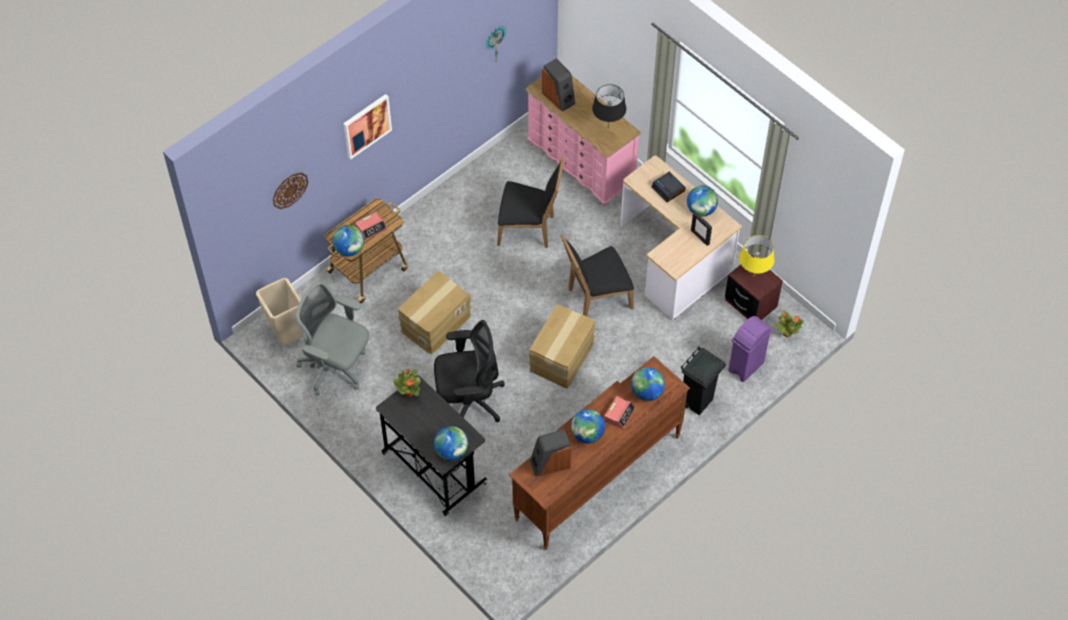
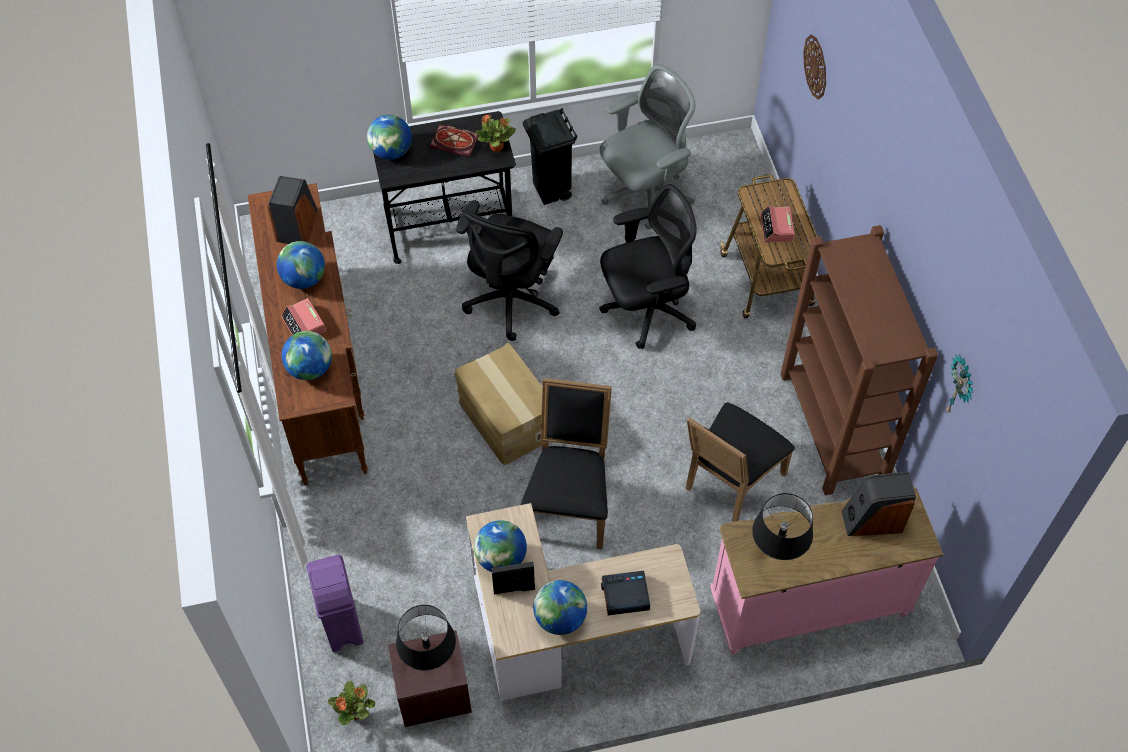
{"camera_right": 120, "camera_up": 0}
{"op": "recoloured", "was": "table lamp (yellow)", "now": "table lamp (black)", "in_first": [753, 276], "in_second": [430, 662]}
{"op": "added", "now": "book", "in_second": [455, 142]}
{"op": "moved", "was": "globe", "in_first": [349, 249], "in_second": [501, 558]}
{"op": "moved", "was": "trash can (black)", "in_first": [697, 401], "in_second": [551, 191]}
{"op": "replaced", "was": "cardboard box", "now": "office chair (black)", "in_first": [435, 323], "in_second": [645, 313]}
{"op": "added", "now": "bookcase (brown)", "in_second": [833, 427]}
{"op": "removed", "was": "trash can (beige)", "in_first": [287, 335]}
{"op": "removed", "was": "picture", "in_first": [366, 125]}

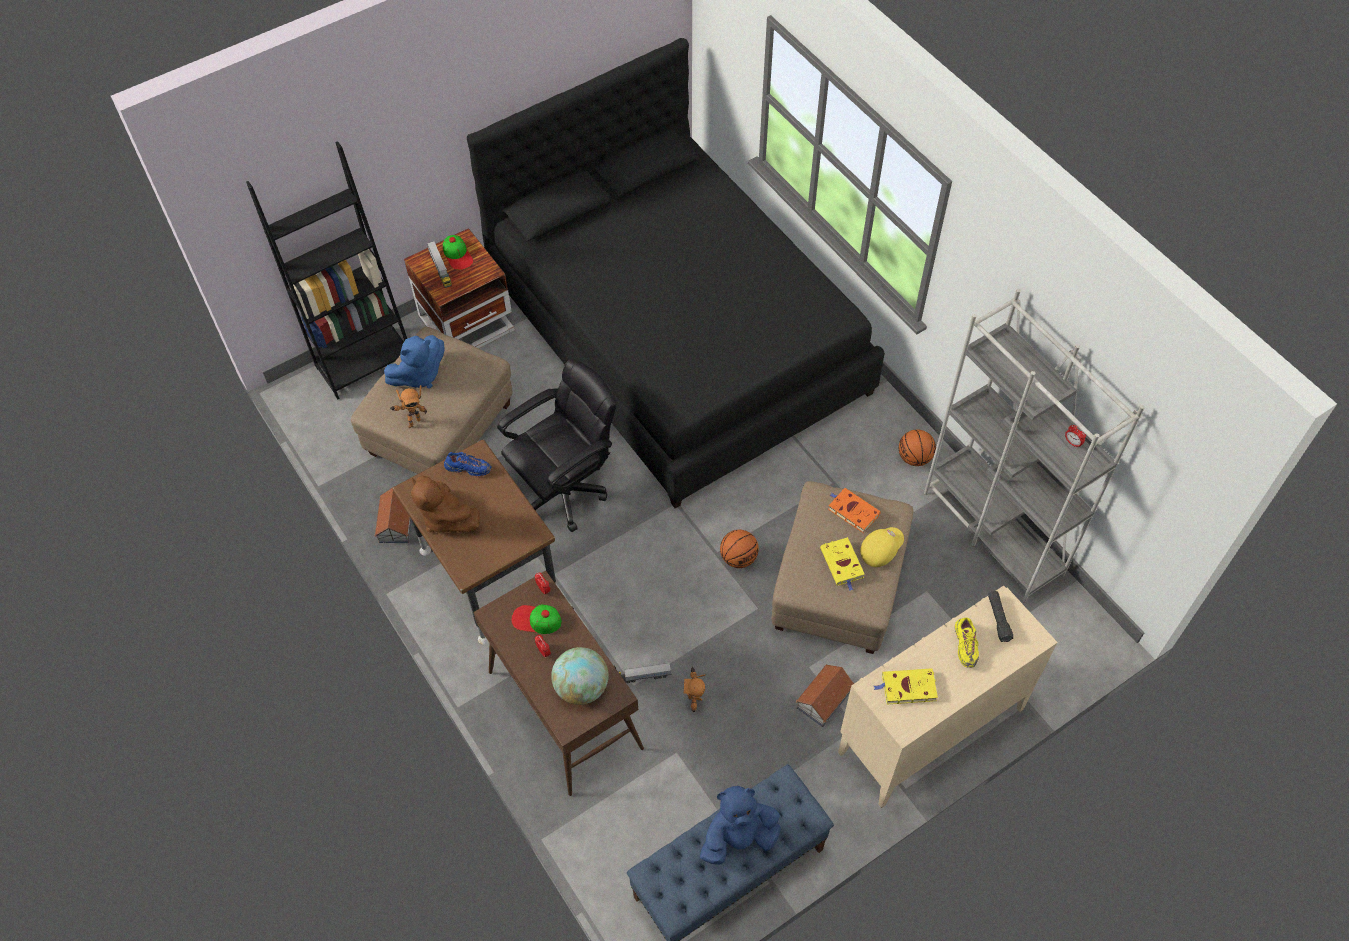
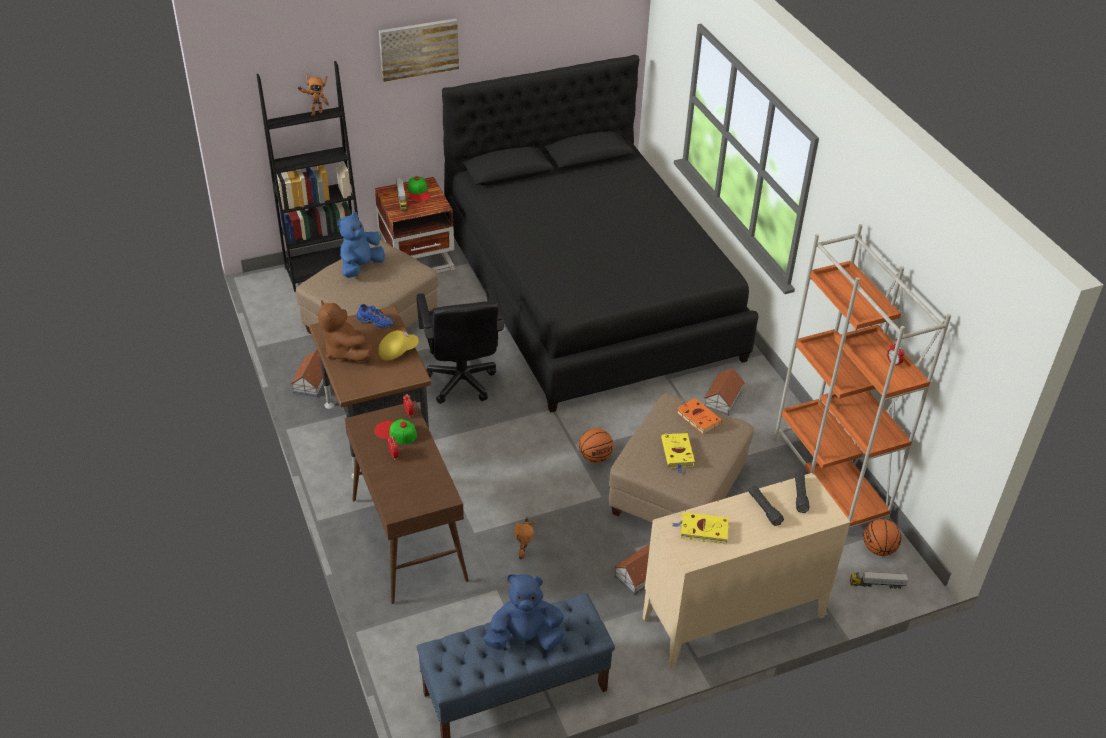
{"camera_right": 10, "camera_up": -15}
{"op": "moved", "was": "toy robot", "in_first": [413, 422], "in_second": [315, 113]}
{"op": "turned", "was": "plush toy (blue)", "in_first": [419, 375], "in_second": [360, 267], "clockwise": 150}
{"op": "added", "now": "picture", "in_second": [418, 49]}
{"op": "moved", "was": "cap (yellow)", "in_first": [880, 550], "in_second": [397, 351]}
{"op": "turned", "was": "office chair (black)", "in_first": [568, 492], "in_second": [462, 385], "clockwise": 105}
{"op": "added", "now": "toy house", "in_second": [722, 399]}
{"op": "replaced", "was": "shoe (yellow)", "now": "flashlight (black)", "in_first": [965, 646], "in_second": [764, 509]}
{"op": "recoloured", "was": "bookcase (grey)", "now": "bookcase (orange)", "in_first": [993, 534], "in_second": [829, 479]}
{"op": "moved", "was": "toy truck", "in_first": [641, 677], "in_second": [877, 584]}
{"op": "moved", "was": "basketball", "in_first": [914, 458], "in_second": [878, 549]}
{"op": "removed", "was": "globe", "in_first": [581, 687]}

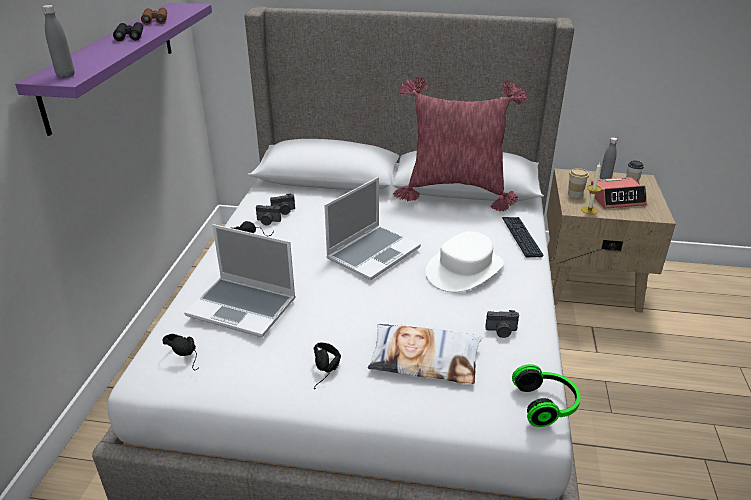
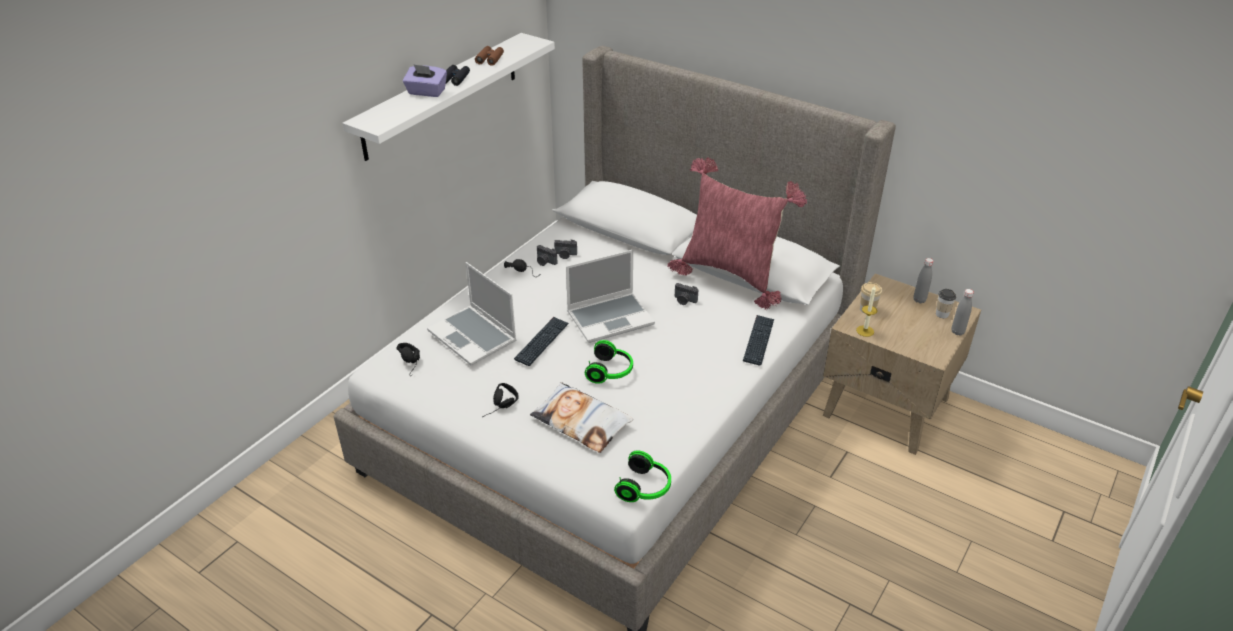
{"camera_right": 25, "camera_up": 5}
{"op": "recoloured", "was": "shelf (purple)", "now": "shelf (white)", "in_first": [112, 62], "in_second": [442, 95]}
{"op": "added", "now": "tissue box (purple)", "in_second": [426, 92]}
{"op": "added", "now": "keyboard", "in_second": [542, 342]}
{"op": "added", "now": "headphones", "in_second": [611, 371]}
{"op": "moved", "was": "photo camera", "in_first": [501, 331], "in_second": [684, 300]}
{"op": "moved", "was": "bottle (grey)", "in_first": [66, 75], "in_second": [957, 332]}
{"op": "removed", "was": "hat (white)", "in_first": [465, 270]}
{"op": "removed", "was": "alarm clock", "in_first": [617, 199]}

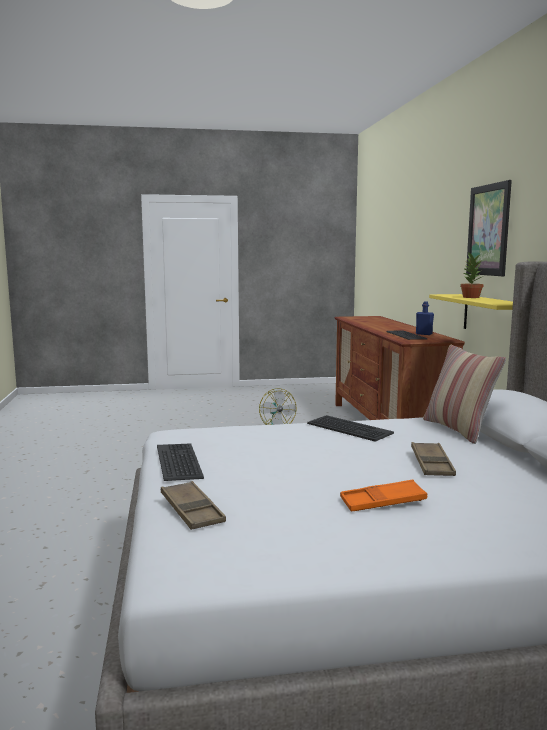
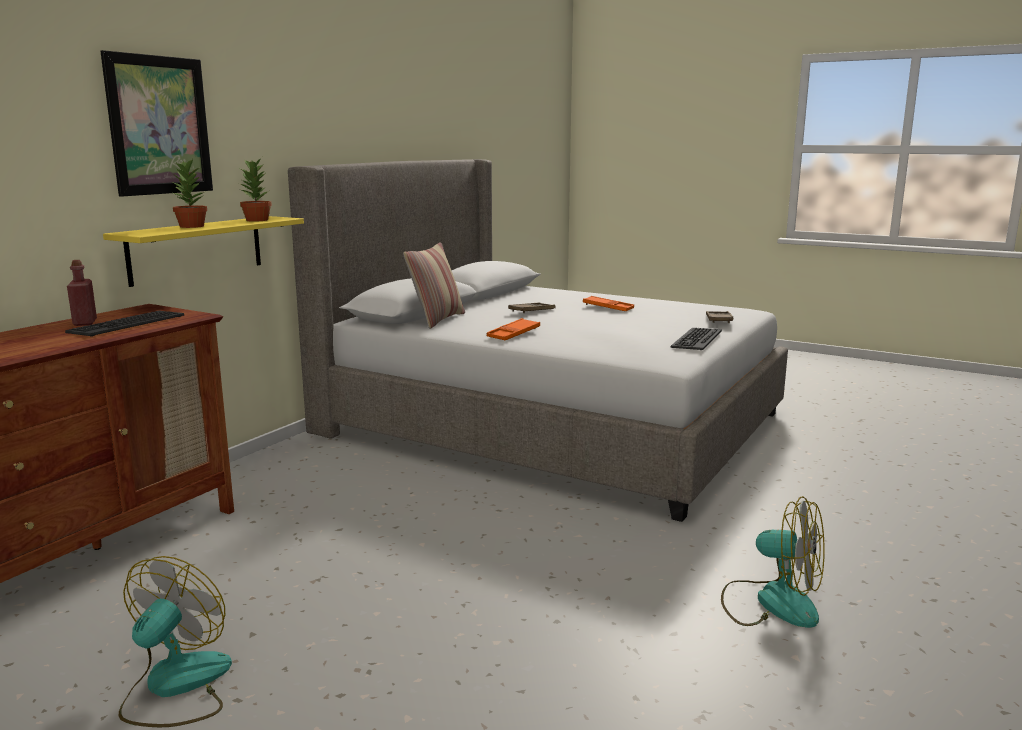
{"camera_right": -140, "camera_up": 5}
{"op": "recoloured", "was": "bottle (blue)", "now": "bottle (red)", "in_first": [424, 334], "in_second": [85, 322]}
{"op": "added", "now": "potted plant", "in_second": [257, 220]}
{"op": "replaced", "was": "keyboard", "now": "tray (orange)", "in_first": [348, 429], "in_second": [513, 334]}
{"op": "added", "now": "fan", "in_second": [771, 602]}

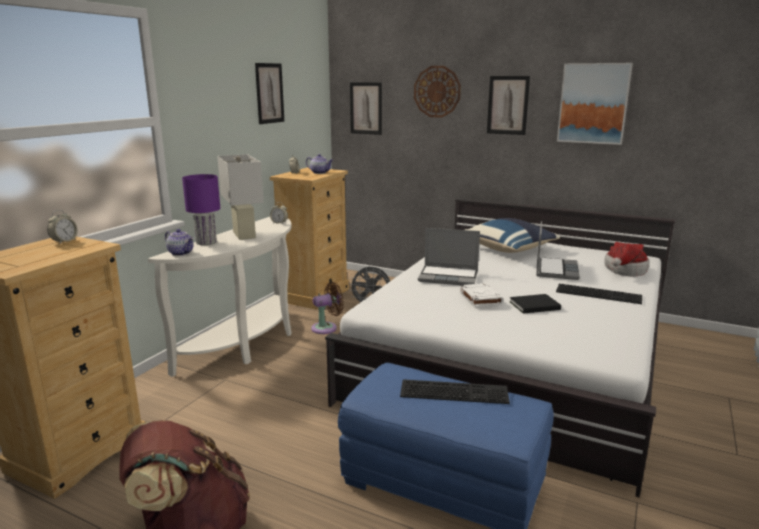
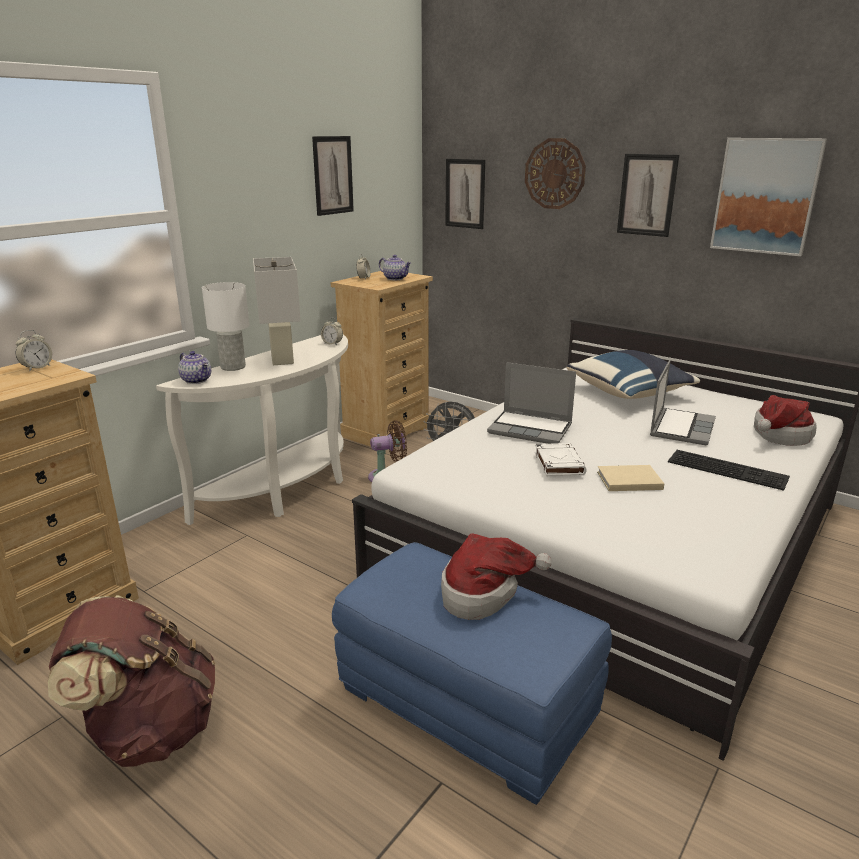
{"camera_right": 10, "camera_up": 5}
{"op": "recoloured", "was": "table lamp (purple)", "now": "table lamp (white)", "in_first": [206, 242], "in_second": [232, 367]}
{"op": "replaced", "was": "keyboard", "now": "hat", "in_first": [455, 391], "in_second": [483, 593]}
{"op": "recoloured", "was": "book (black)", "now": "book (beige)", "in_first": [533, 305], "in_second": [627, 480]}

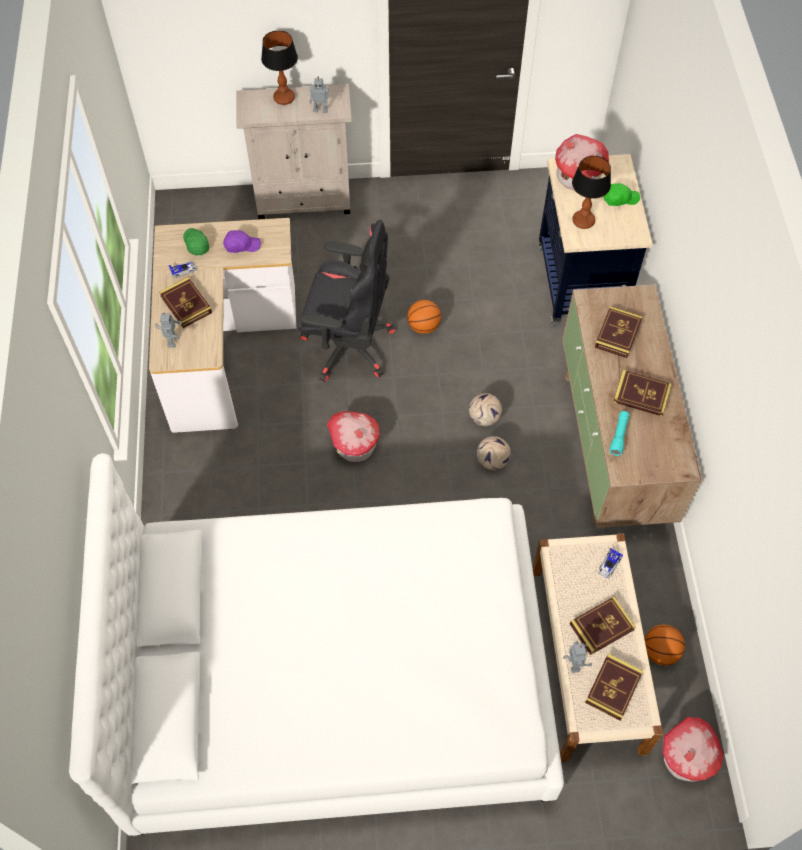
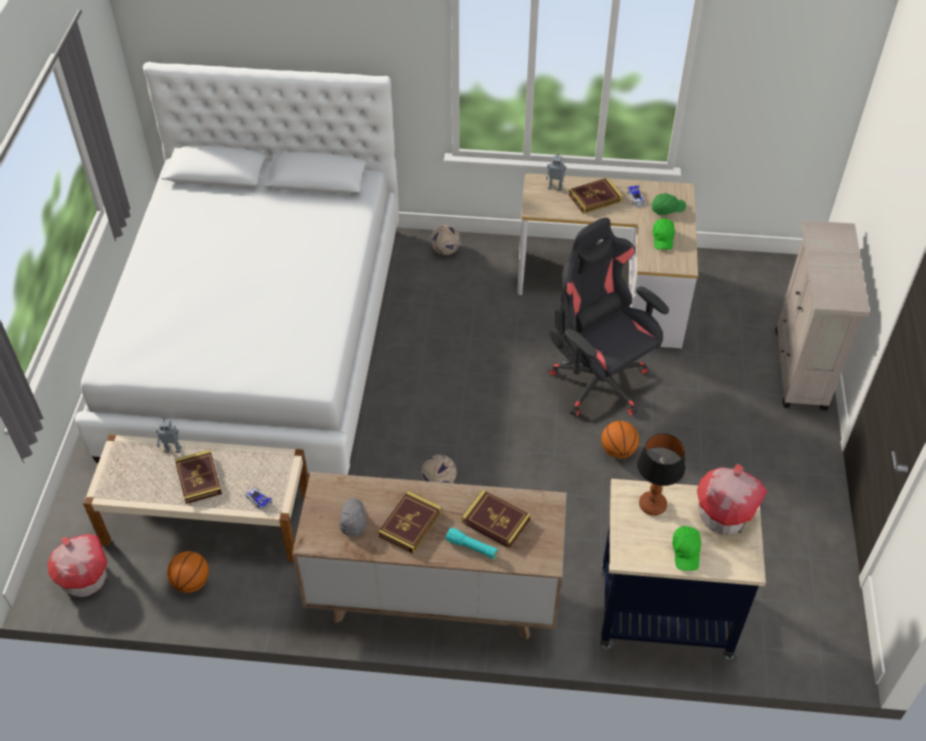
{"camera_right": 100, "camera_up": -10}
{"op": "added", "now": "cap (grey)", "in_second": [353, 520]}
{"op": "moved", "was": "football", "in_first": [484, 418], "in_second": [445, 251]}
{"op": "moved", "was": "flashlight (turquoise)", "in_first": [619, 436], "in_second": [471, 547]}
{"op": "turned", "was": "office chair (black)", "in_first": [347, 346], "in_second": [600, 384], "clockwise": 120}
{"op": "recoloured", "was": "cap (purple)", "now": "cap (green)", "in_first": [241, 245], "in_second": [663, 238]}
{"op": "removed", "was": "table lamp", "in_first": [284, 98]}
{"op": "removed", "was": "toy robot", "in_first": [320, 109]}
{"op": "removed", "was": "toy house", "in_first": [354, 445]}
{"op": "removed", "was": "book", "in_first": [613, 688]}

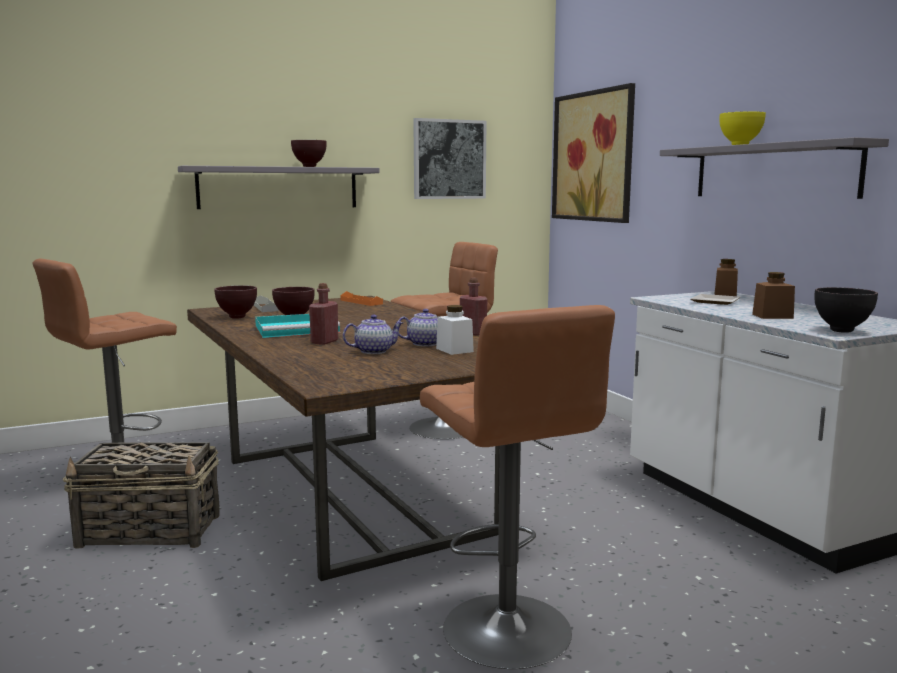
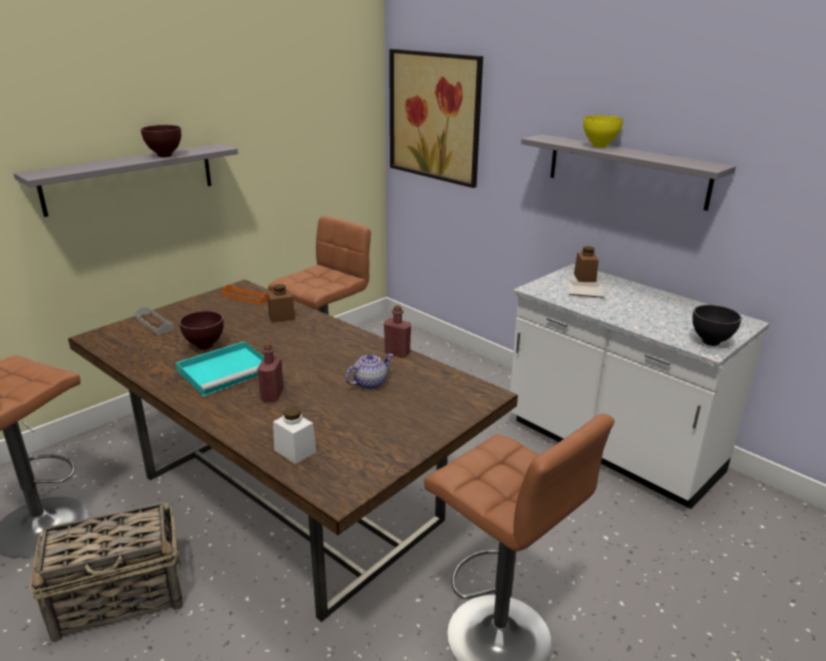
{"camera_right": -20, "camera_up": 15}
{"op": "moved", "was": "jar (brown)", "in_first": [772, 316], "in_second": [281, 317]}
{"op": "moved", "was": "jar (white)", "in_first": [454, 350], "in_second": [295, 451]}
{"op": "removed", "was": "bowl (brown)", "in_first": [237, 317]}
{"op": "removed", "was": "teapot", "in_first": [374, 351]}
{"op": "removed", "was": "picture", "in_first": [449, 159]}

